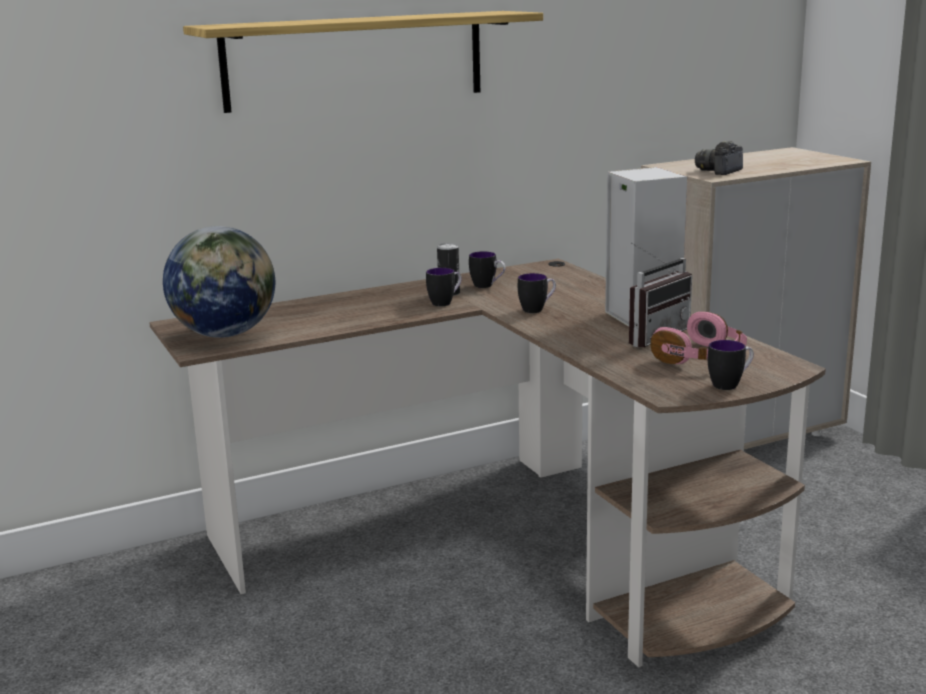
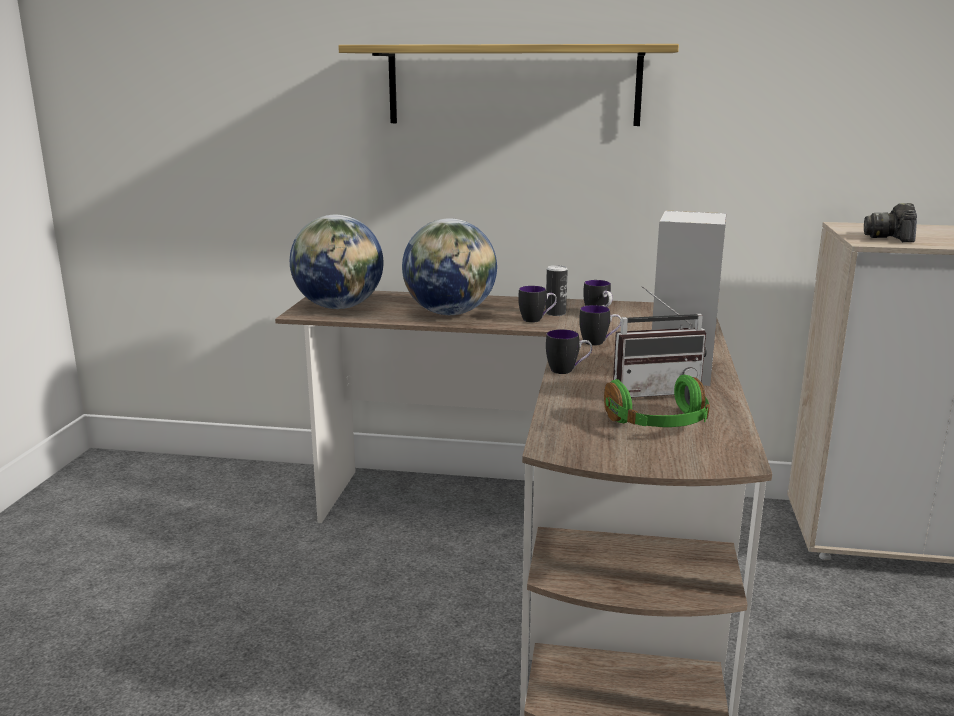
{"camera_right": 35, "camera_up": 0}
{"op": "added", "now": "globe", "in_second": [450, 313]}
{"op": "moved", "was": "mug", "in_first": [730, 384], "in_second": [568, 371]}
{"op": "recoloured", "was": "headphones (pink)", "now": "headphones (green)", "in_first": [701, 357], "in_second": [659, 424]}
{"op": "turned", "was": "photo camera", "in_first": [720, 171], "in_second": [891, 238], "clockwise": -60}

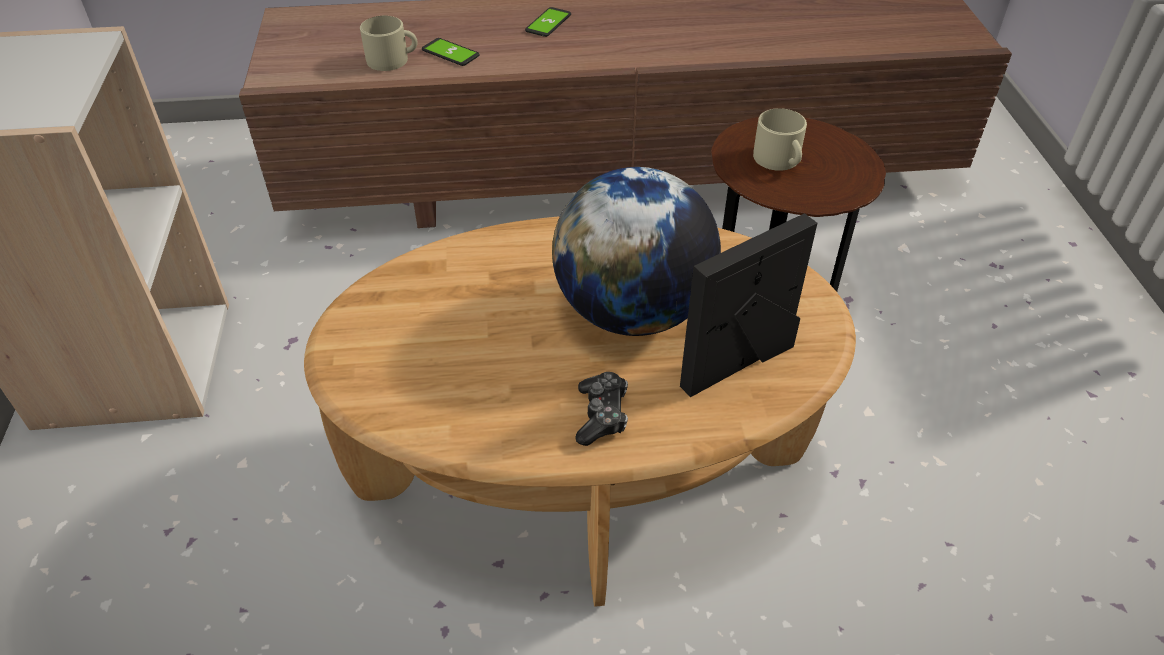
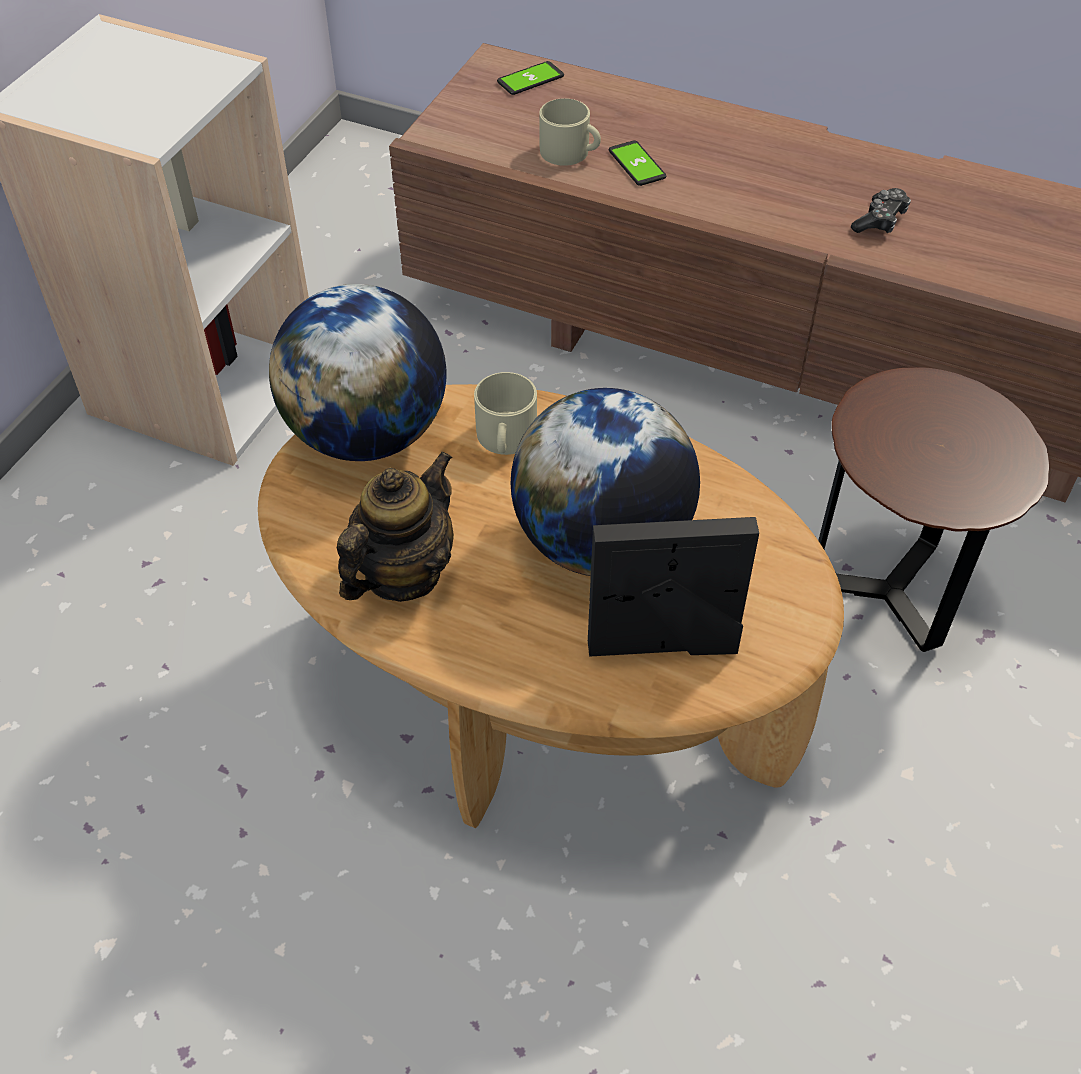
{"camera_right": 30, "camera_up": 5}
{"op": "added", "now": "globe", "in_second": [367, 433]}
{"op": "added", "now": "teapot", "in_second": [402, 573]}
{"op": "moved", "was": "mug (beige)", "in_first": [779, 160], "in_second": [505, 438]}
{"op": "moved", "was": "phone", "in_first": [548, 23], "in_second": [530, 79]}
{"op": "moved", "was": "game controller", "in_first": [601, 415], "in_second": [880, 220]}

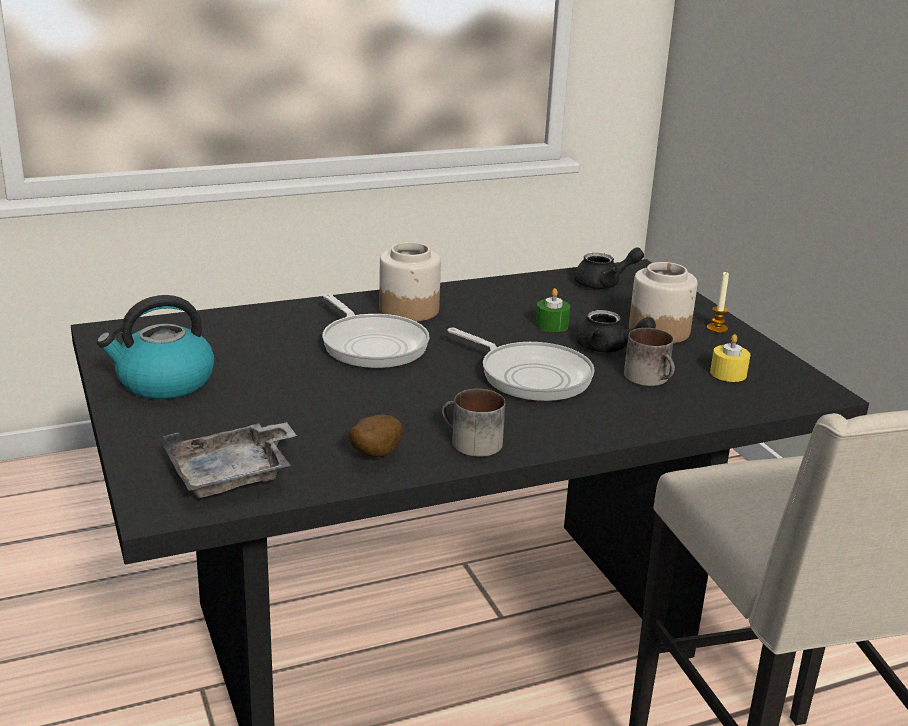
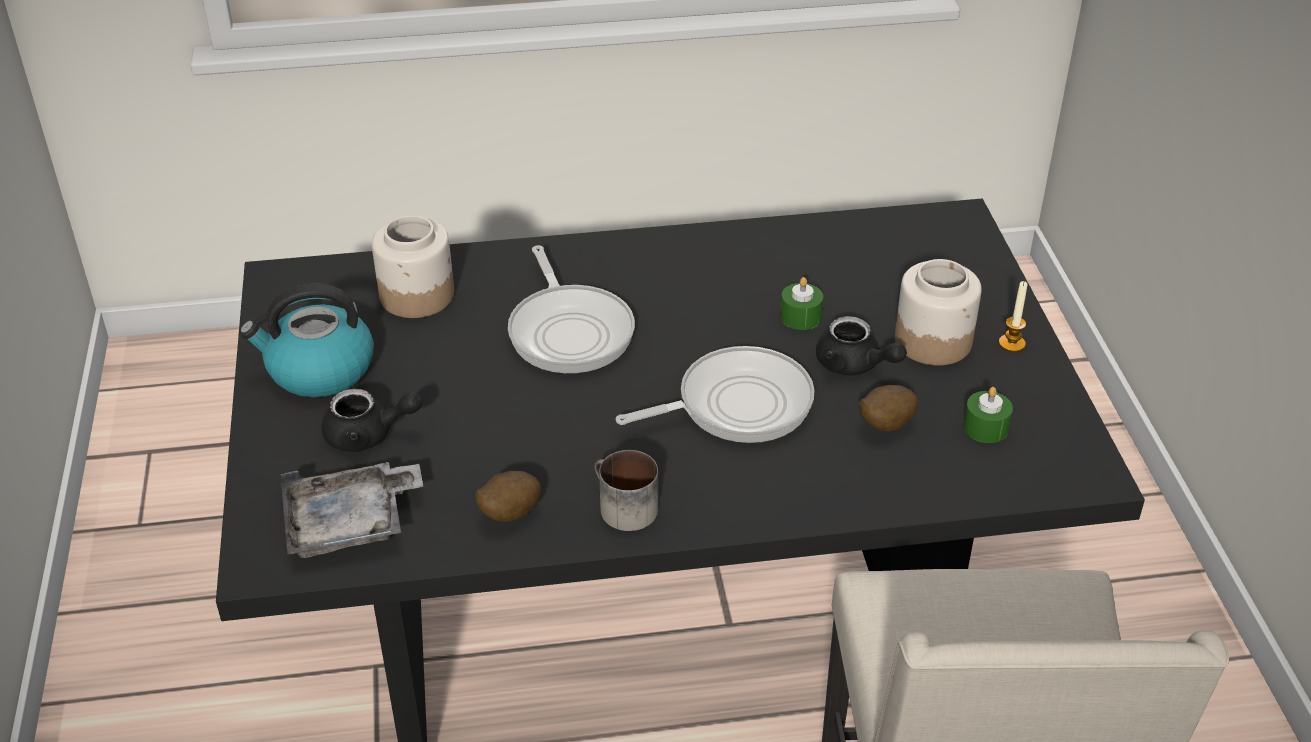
{"camera_right": 15, "camera_up": 15}
{"op": "moved", "was": "teapot (black)", "in_first": [604, 283], "in_second": [368, 435]}
{"op": "moved", "was": "jar", "in_first": [409, 310], "in_second": [418, 295]}
{"op": "turned", "was": "frying pan", "in_first": [530, 376], "in_second": [736, 405], "clockwise": -75}
{"op": "replaced", "was": "mug", "now": "potato", "in_first": [651, 378], "in_second": [883, 425]}
{"op": "recoloured", "was": "candle (yellow)", "now": "candle (green)", "in_first": [728, 373], "in_second": [985, 427]}

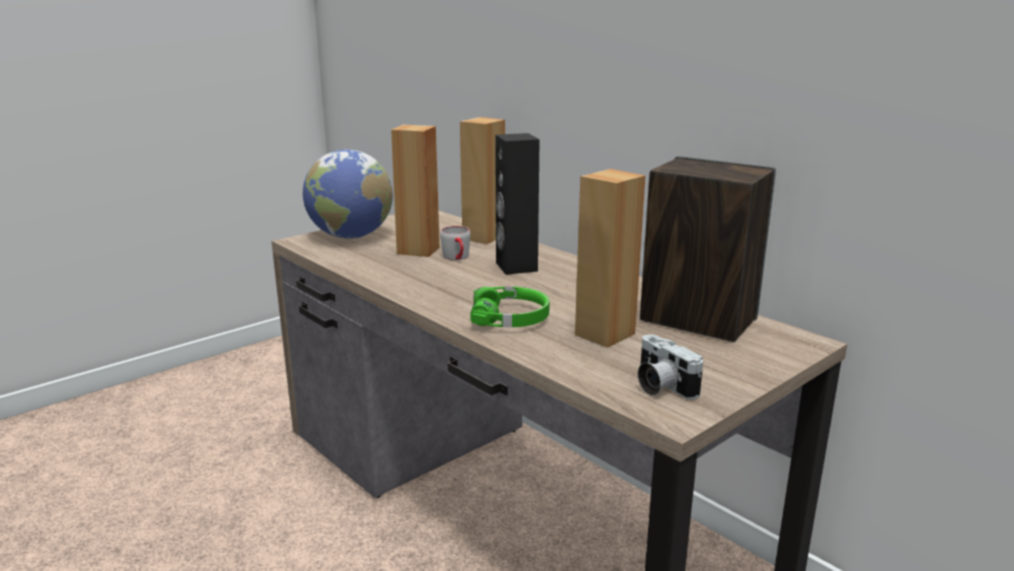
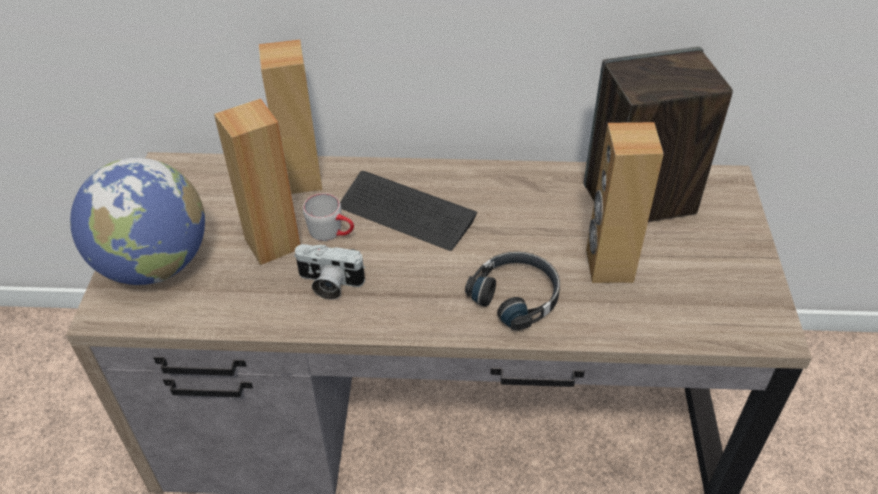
{"camera_right": -45, "camera_up": 25}
{"op": "moved", "was": "photo camera", "in_first": [660, 386], "in_second": [329, 284]}
{"op": "replaced", "was": "speaker (black)", "now": "keyboard", "in_first": [515, 267], "in_second": [406, 212]}
{"op": "recoloured", "was": "headphones (green)", "now": "headphones (black)", "in_first": [510, 318], "in_second": [516, 296]}

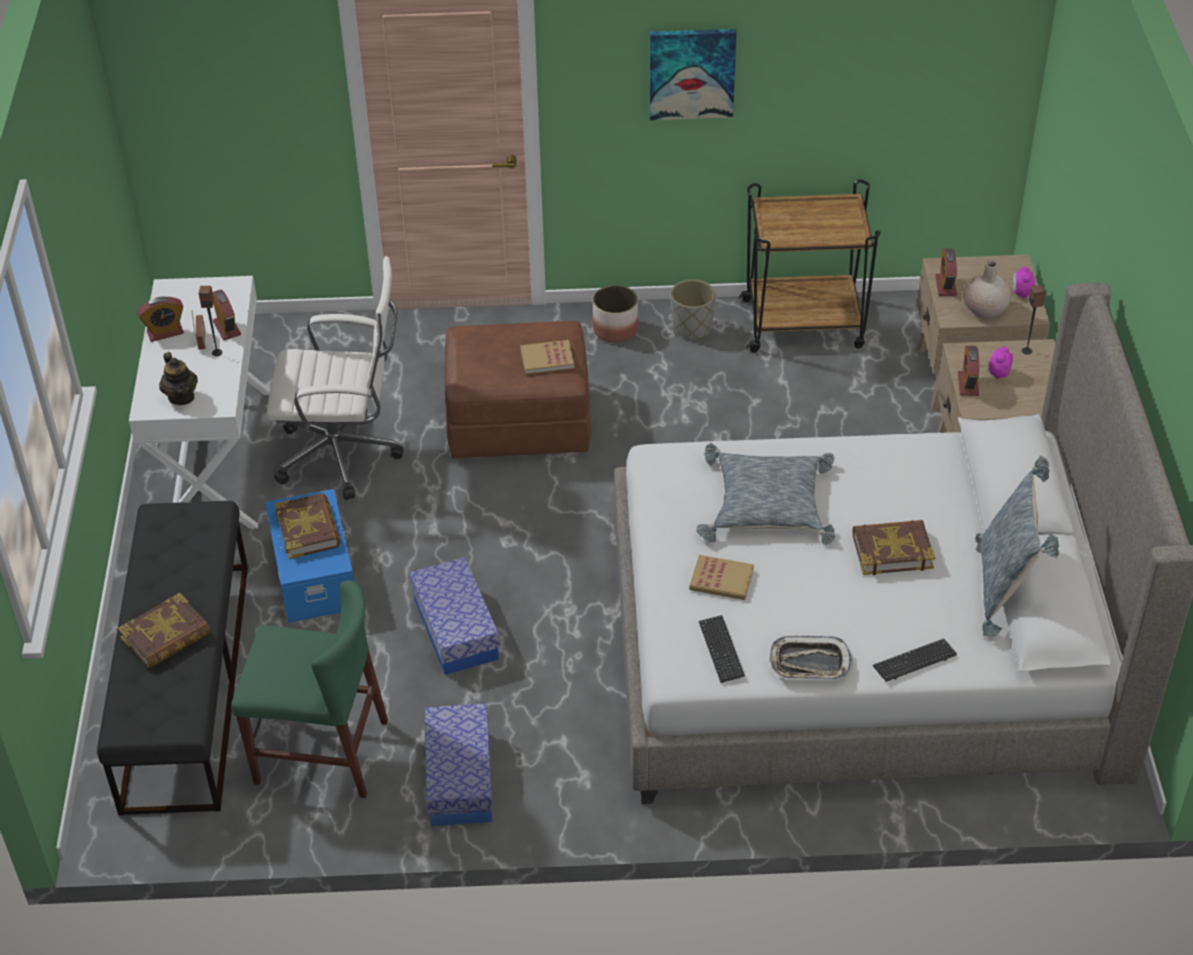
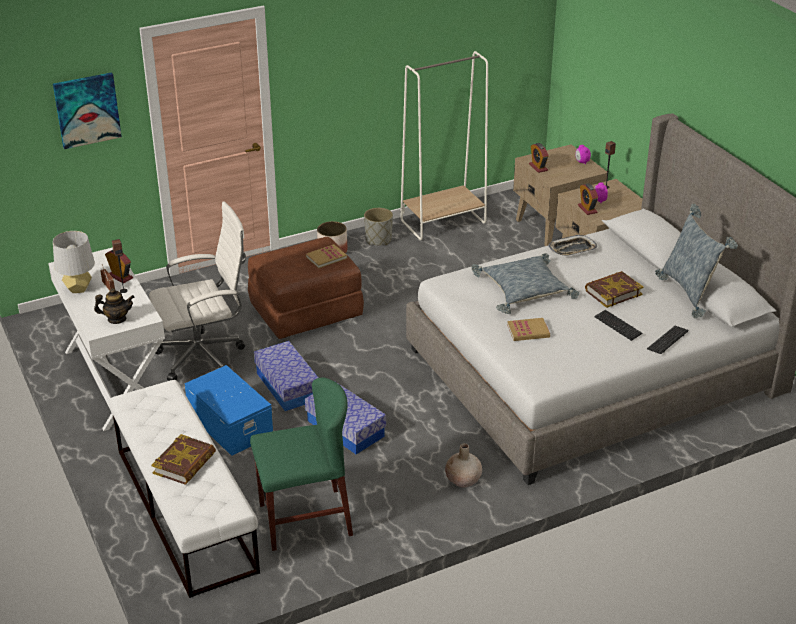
{"camera_right": -25, "camera_up": -10}
{"op": "moved", "was": "picture", "in_first": [691, 73], "in_second": [87, 110]}
{"op": "replaced", "was": "alarm clock", "now": "table lamp (grey)", "in_first": [165, 332], "in_second": [78, 288]}
{"op": "turned", "was": "teapot", "in_first": [181, 397], "in_second": [117, 319], "clockwise": -45}
{"op": "recoloured", "was": "bench (black)", "now": "bench (white)", "in_first": [186, 683], "in_second": [185, 509]}
{"op": "moved", "was": "storage box", "in_first": [459, 778], "in_second": [287, 386]}
{"op": "replaced", "was": "cart (brown)", "now": "clothes rack", "in_first": [804, 323], "in_second": [443, 223]}
{"op": "moved", "was": "vase (beige)", "in_first": [984, 309], "in_second": [463, 480]}
{"op": "moved", "was": "tray", "in_first": [809, 663], "in_second": [572, 249]}
{"op": "moved", "was": "keyboard", "in_first": [721, 650], "in_second": [617, 326]}
{"op": "removed", "was": "book", "in_first": [308, 530]}

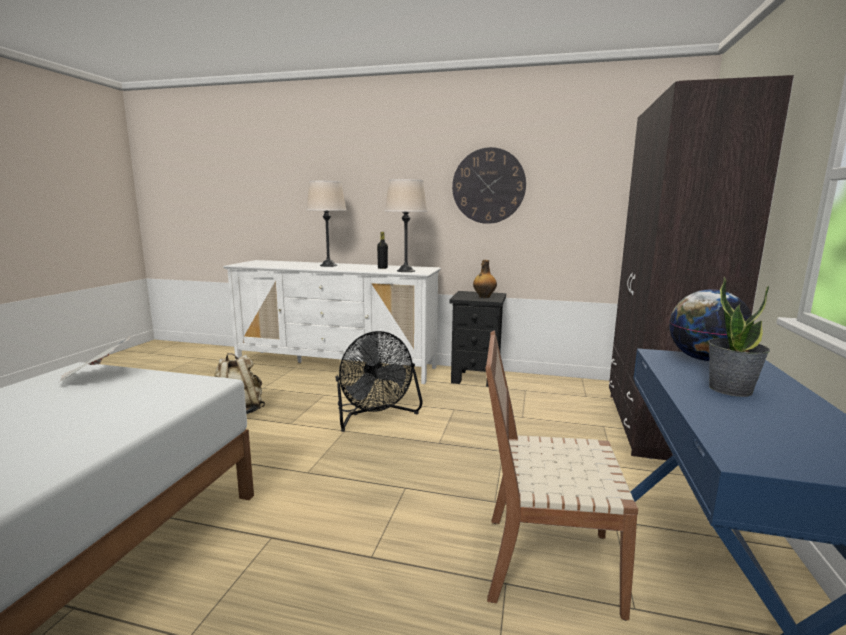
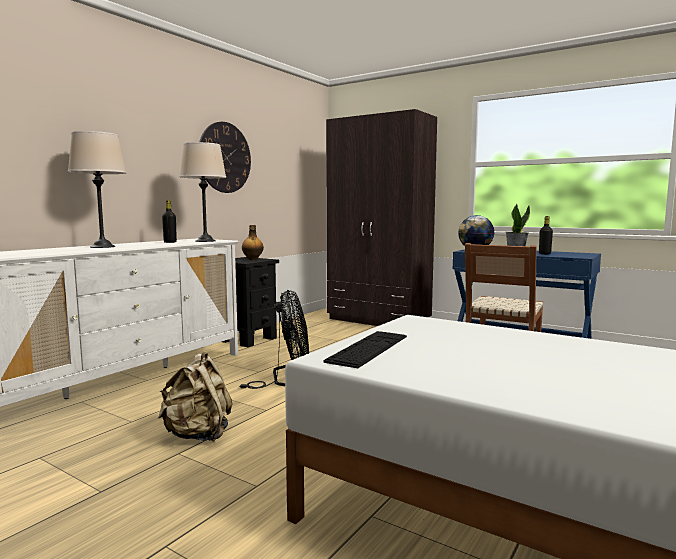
{"camera_right": -70, "camera_up": -5}
{"op": "replaced", "was": "newspaper", "now": "keyboard", "in_first": [95, 377], "in_second": [368, 348]}
{"op": "added", "now": "bottle (black)", "in_second": [544, 254]}

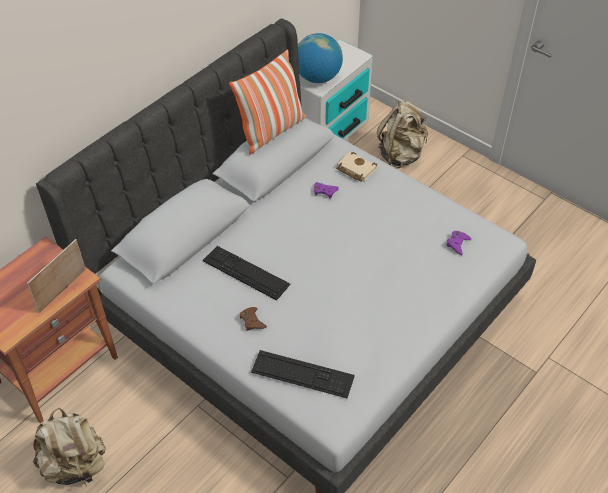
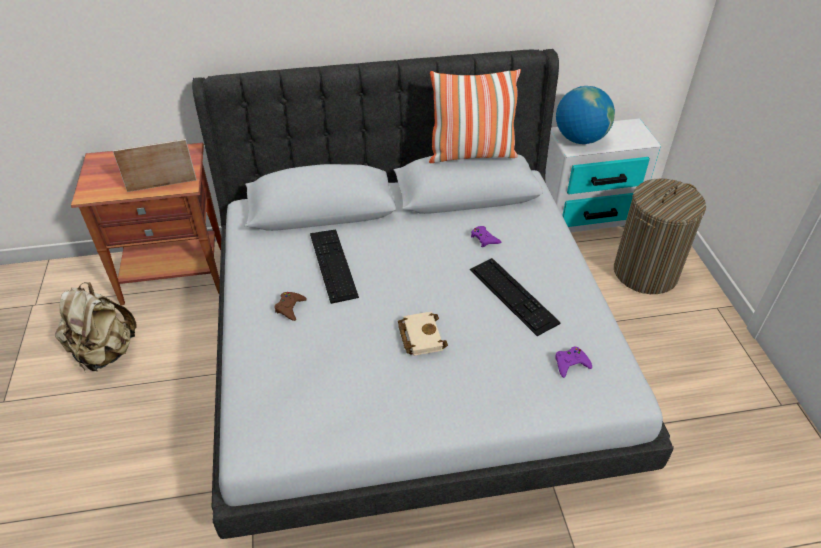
{"camera_right": 40, "camera_up": -5}
{"op": "moved", "was": "book (beige)", "in_first": [354, 169], "in_second": [420, 335]}
{"op": "moved", "was": "keyboard", "in_first": [302, 374], "in_second": [513, 295]}
{"op": "replaced", "was": "backpack (beige)", "now": "laundry basket", "in_first": [401, 155], "in_second": [645, 272]}

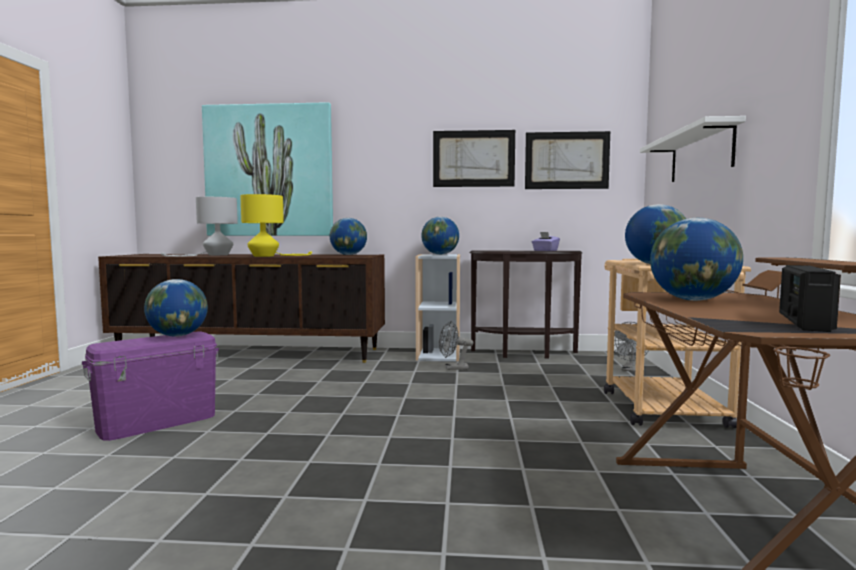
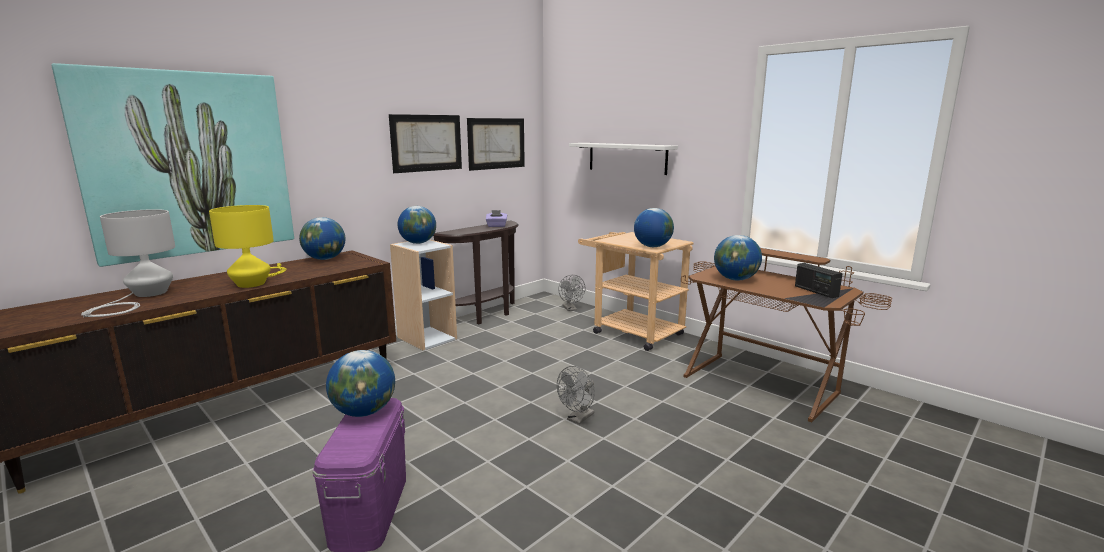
{"camera_right": -50, "camera_up": 10}
{"op": "moved", "was": "fan (grey)", "in_first": [453, 368], "in_second": [578, 419]}

